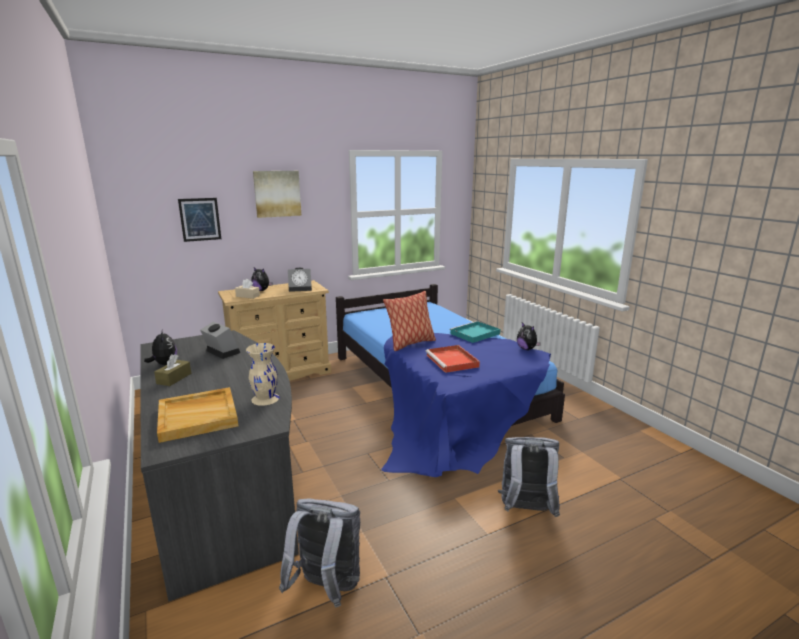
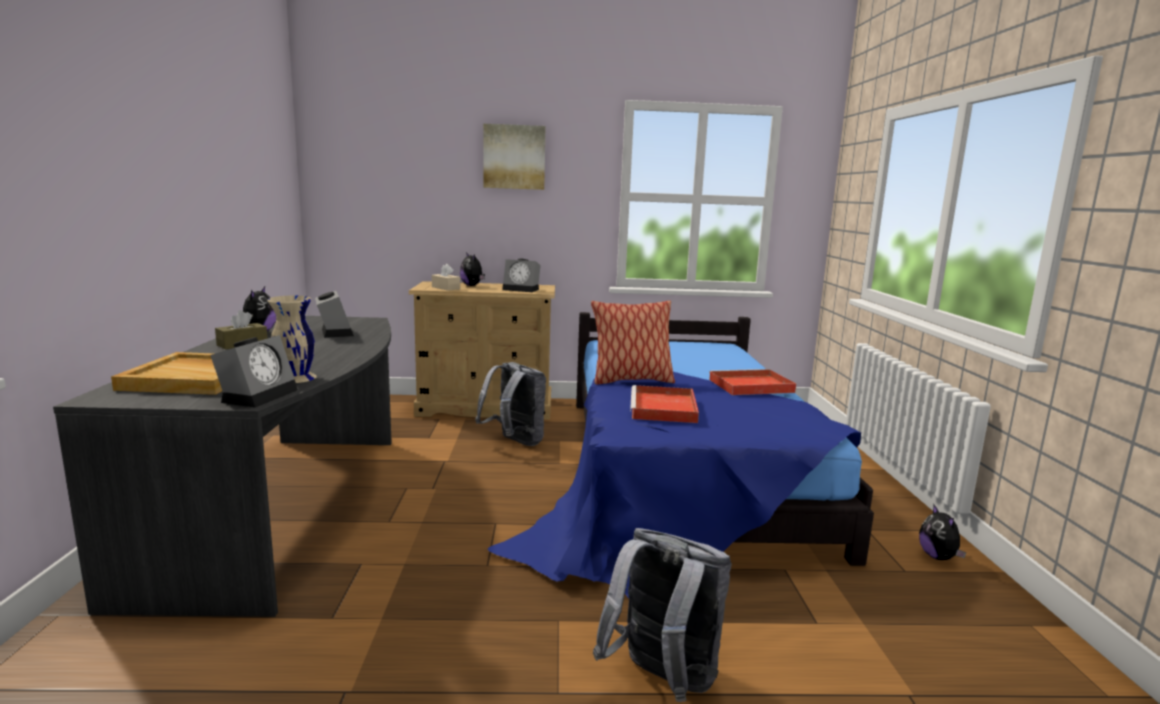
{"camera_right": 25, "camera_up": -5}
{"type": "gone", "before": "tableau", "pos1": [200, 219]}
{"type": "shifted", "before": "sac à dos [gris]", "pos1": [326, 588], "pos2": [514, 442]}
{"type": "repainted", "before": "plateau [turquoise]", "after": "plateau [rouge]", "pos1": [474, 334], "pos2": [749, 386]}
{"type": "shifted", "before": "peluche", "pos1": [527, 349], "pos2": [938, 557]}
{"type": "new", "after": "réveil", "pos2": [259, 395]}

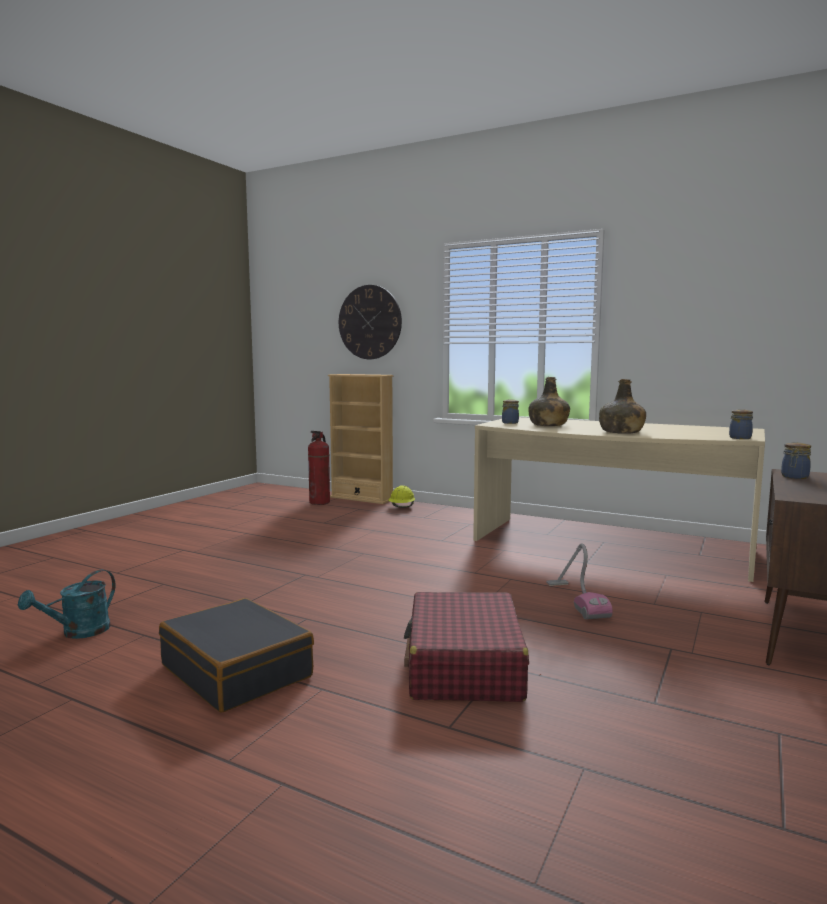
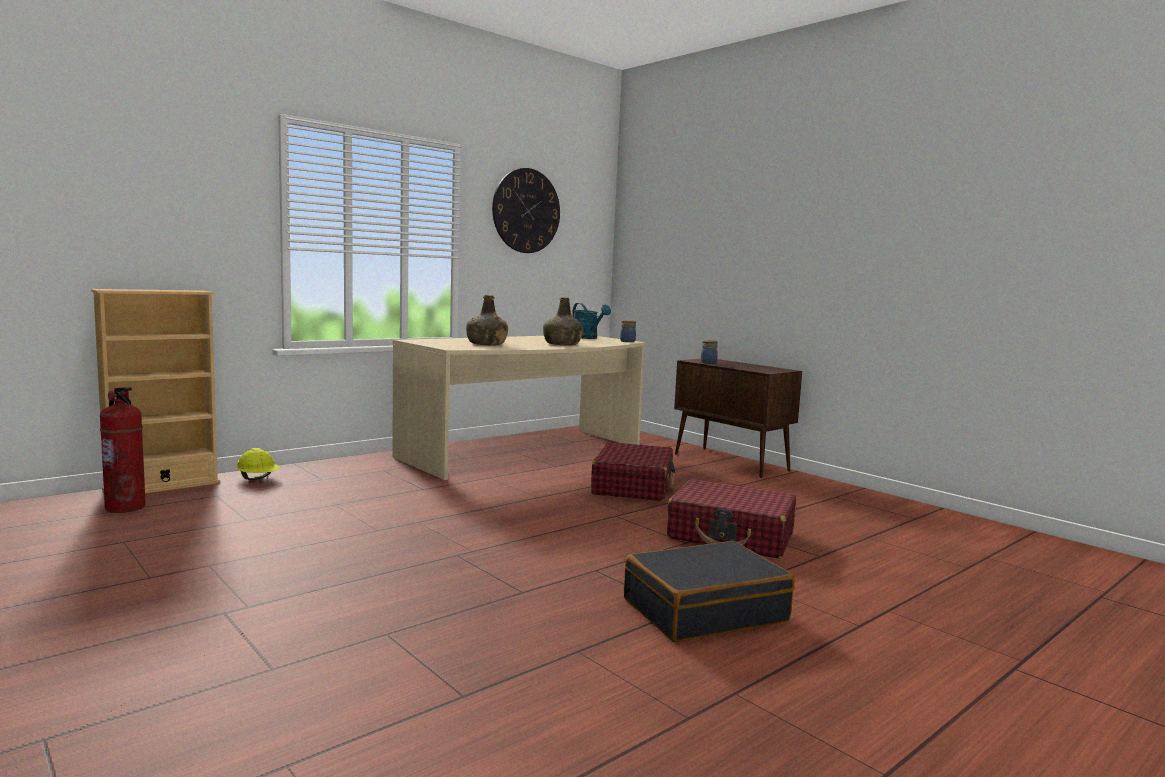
{"camera_right": -70, "camera_up": 0}
{"type": "shifted", "before": "arrosoir [turquoise]", "pos1": [78, 633], "pos2": [588, 338]}
{"type": "shifted", "before": "horloge murale", "pos1": [370, 322], "pos2": [526, 211]}
{"type": "gone", "before": "bocal", "pos1": [509, 423]}
{"type": "swapped", "before": "aspirateur", "after": "valise [rouge]", "pos1": [576, 600], "pos2": [633, 486]}

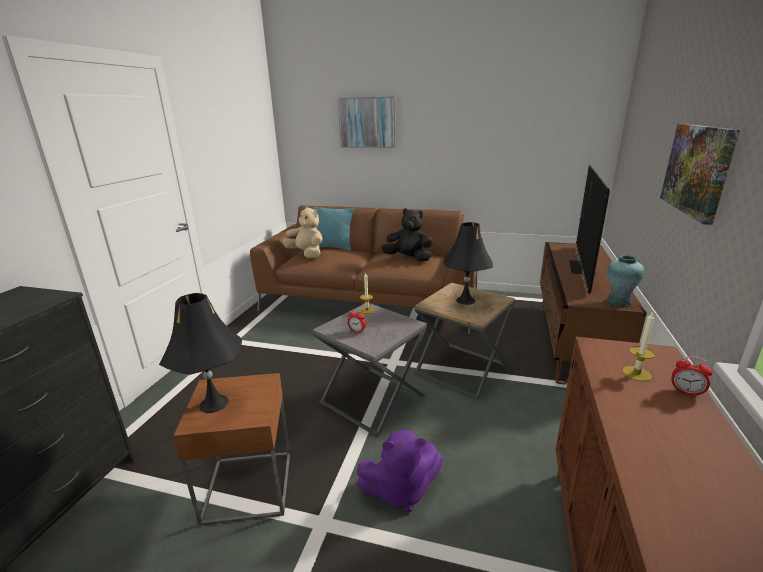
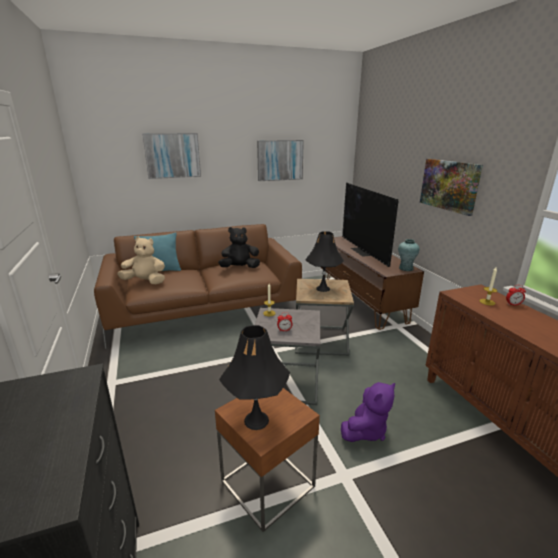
{"camera_right": -35, "camera_up": 0}
{"type": "new", "after": "tableau", "pos2": [280, 160]}

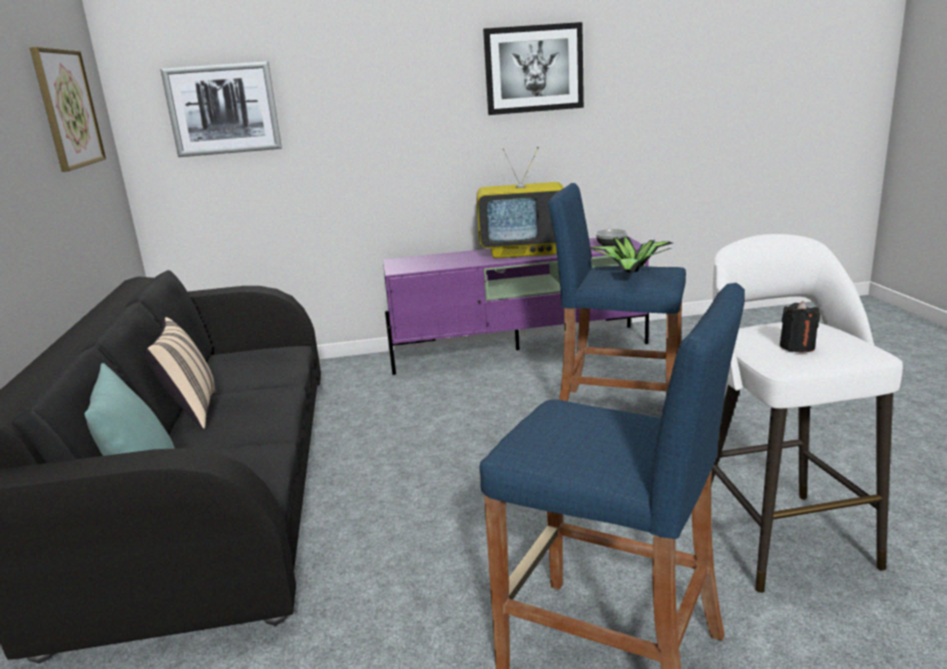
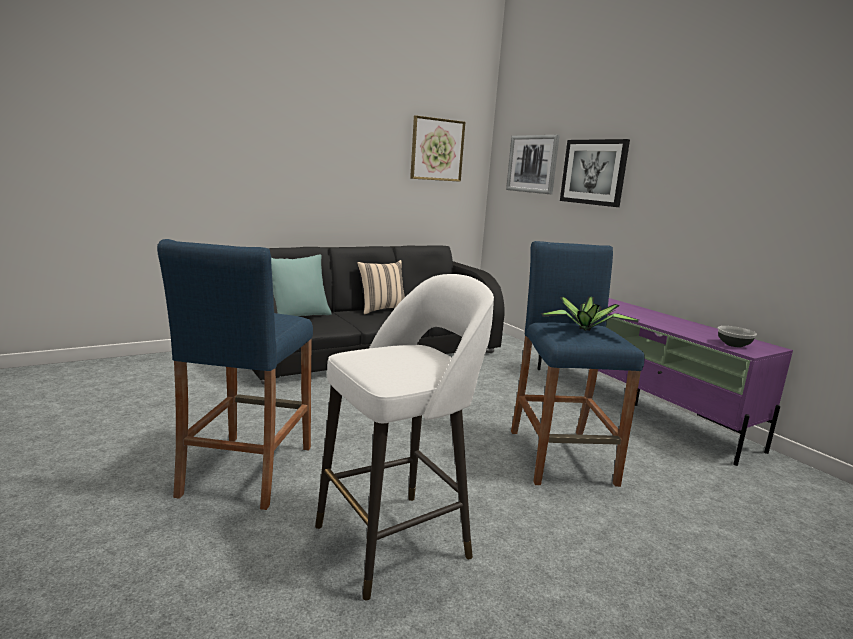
{"camera_right": 65, "camera_up": -5}
{"type": "gone", "before": "téléviseur", "pos1": [524, 251]}
{"type": "shifted", "before": "tableau", "pos1": [534, 69], "pos2": [593, 172]}
{"type": "gone", "before": "bougie [noir]", "pos1": [797, 347]}

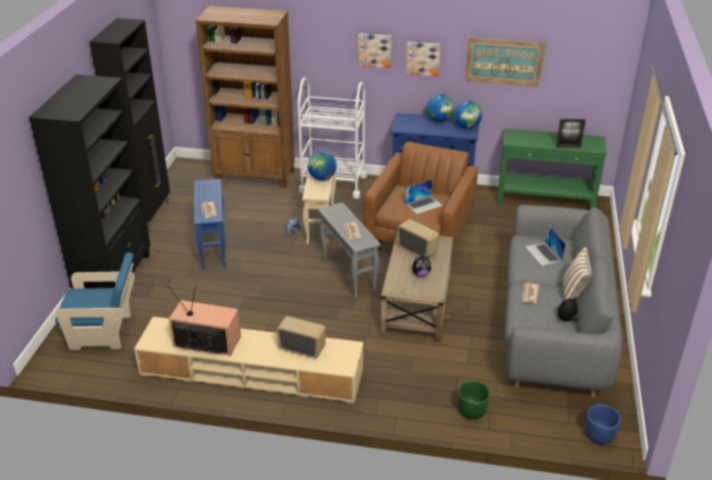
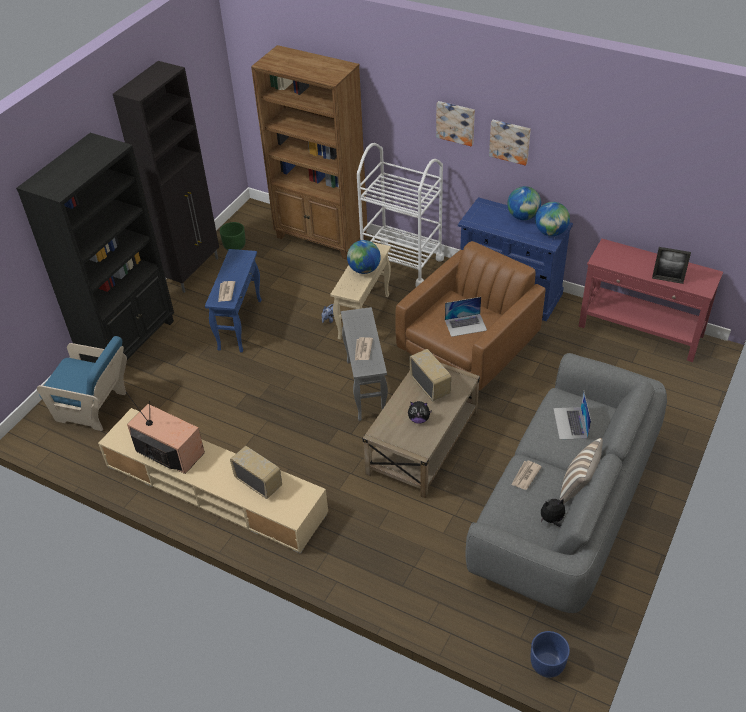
{"camera_right": 20, "camera_up": 10}
{"type": "shifted", "before": "cache-pot [vert]", "pos1": [471, 411], "pos2": [234, 246]}
{"type": "gone", "before": "tableau", "pos1": [504, 62]}
{"type": "repainted", "before": "table console [vert]", "after": "table console [rouge]", "pos1": [545, 200], "pos2": [641, 331]}

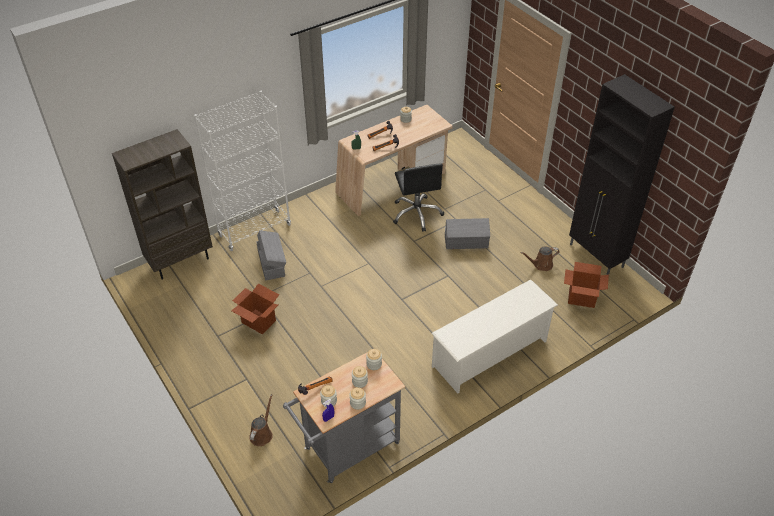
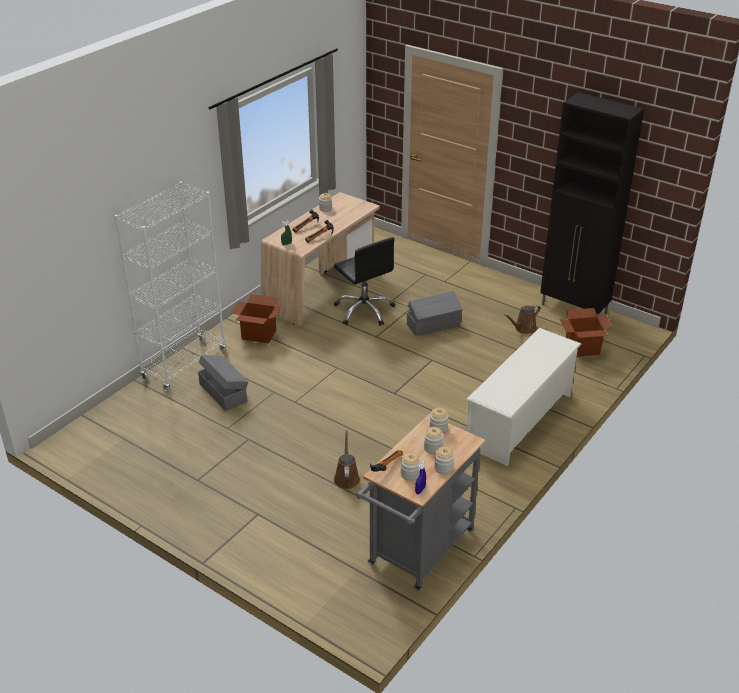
{"camera_right": -20, "camera_up": -10}
{"type": "gone", "before": "bibliothèque [marron]", "pos1": [180, 261]}
{"type": "shifted", "before": "carton", "pos1": [258, 321], "pos2": [258, 335]}
{"type": "shifted", "before": "arrosoir [marron]", "pos1": [262, 434], "pos2": [346, 477]}

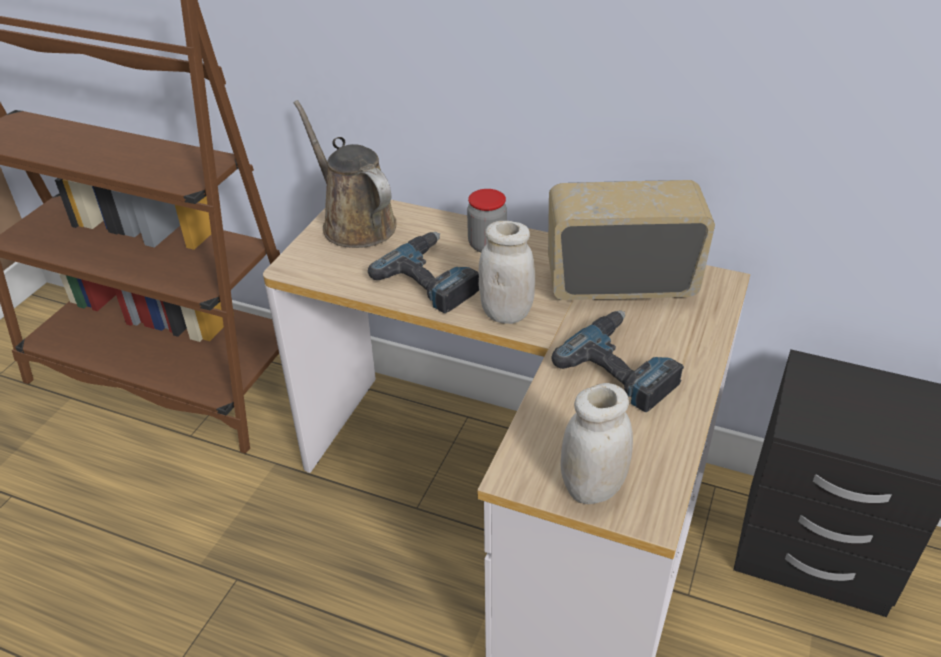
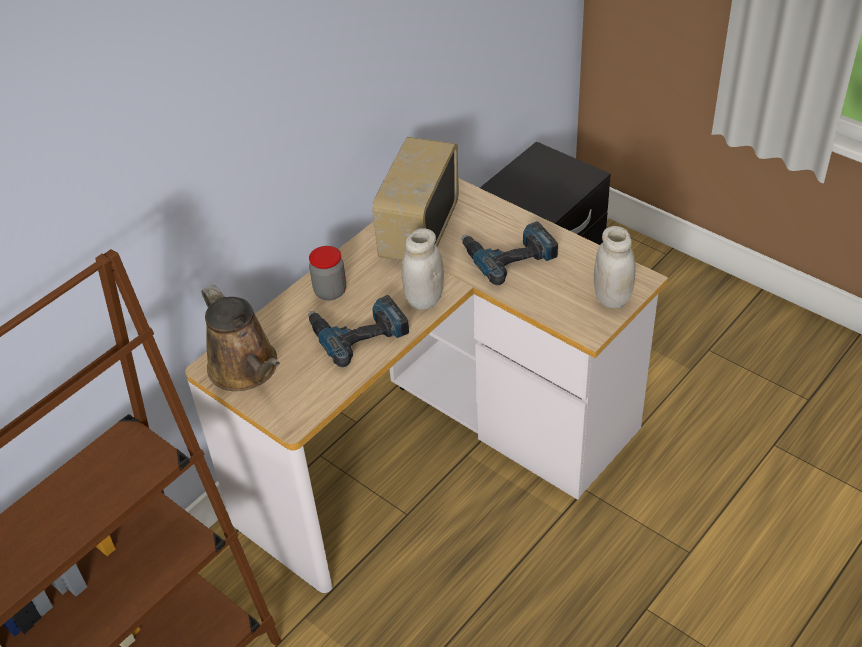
{"camera_right": -70, "camera_up": 5}
{"type": "rotated", "before": "arrosoir [marron]", "pos1": [354, 223], "pos2": [246, 369], "turn": -105}

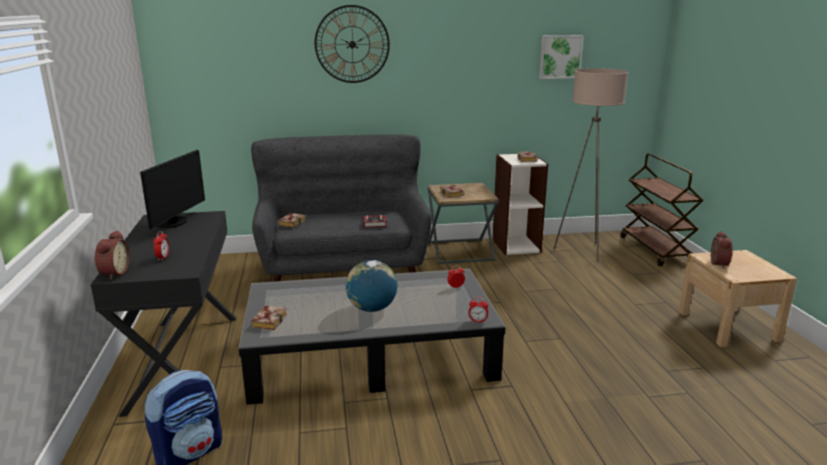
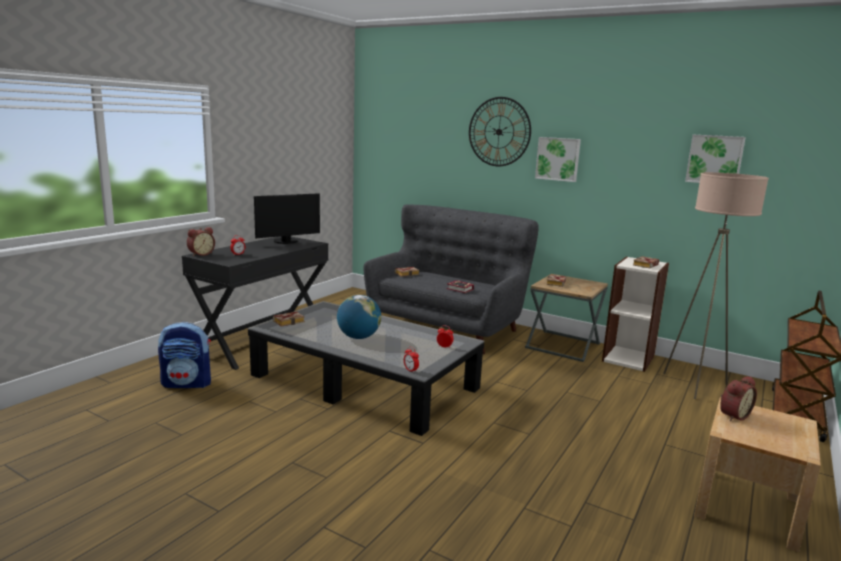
{"camera_right": 40, "camera_up": -5}
{"type": "new", "after": "tableau", "pos2": [558, 159]}

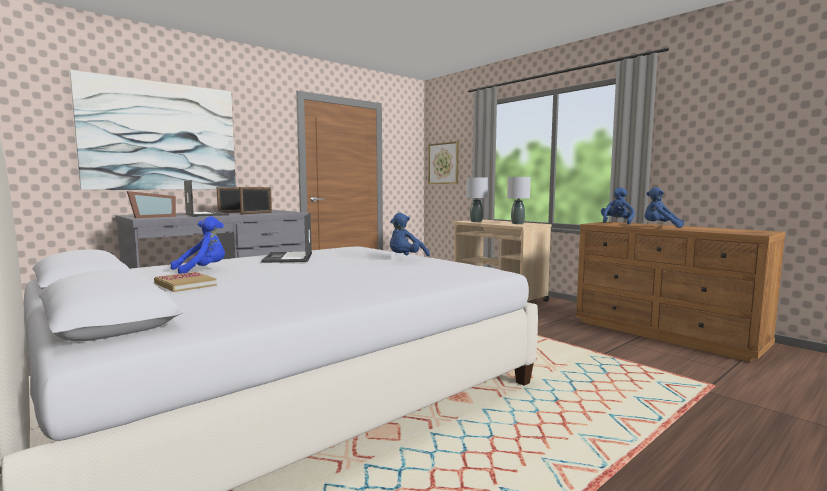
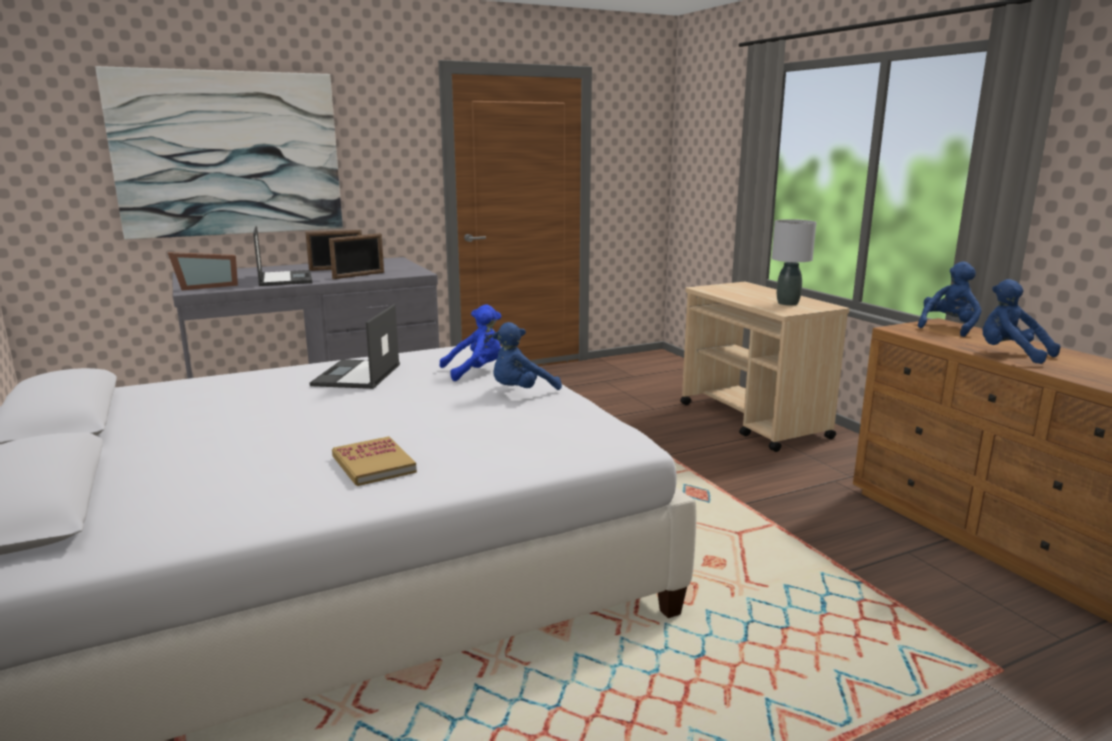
{"camera_right": 15, "camera_up": 10}
{"type": "shifted", "before": "livre", "pos1": [185, 284], "pos2": [373, 464]}
{"type": "shifted", "before": "peluche [bleu]", "pos1": [203, 271], "pos2": [476, 371]}
{"type": "gone", "before": "tableau", "pos1": [443, 163]}
{"type": "gone", "before": "lampe de table [gris]", "pos1": [476, 221]}

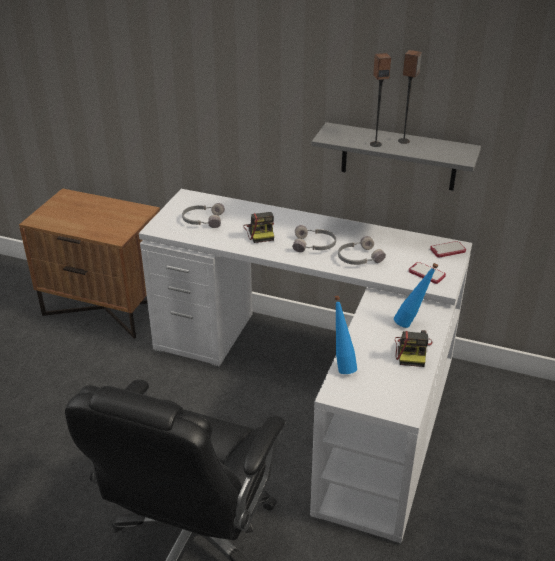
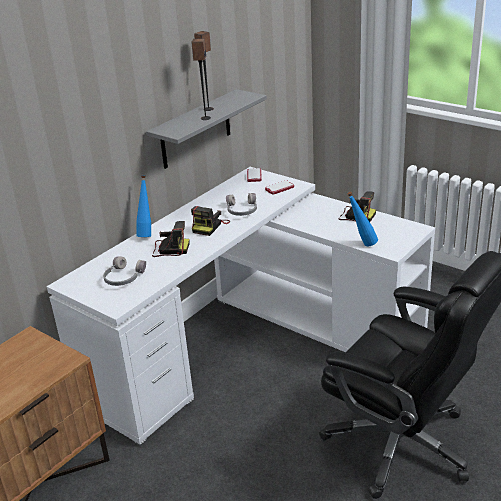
{"camera_right": -70, "camera_up": -5}
{"type": "swapped", "before": "casque audio [gris]", "after": "appareil photo", "pos1": [314, 245], "pos2": [210, 226]}
{"type": "shifted", "before": "bouteille [bleu]", "pos1": [411, 323], "pos2": [147, 234]}

